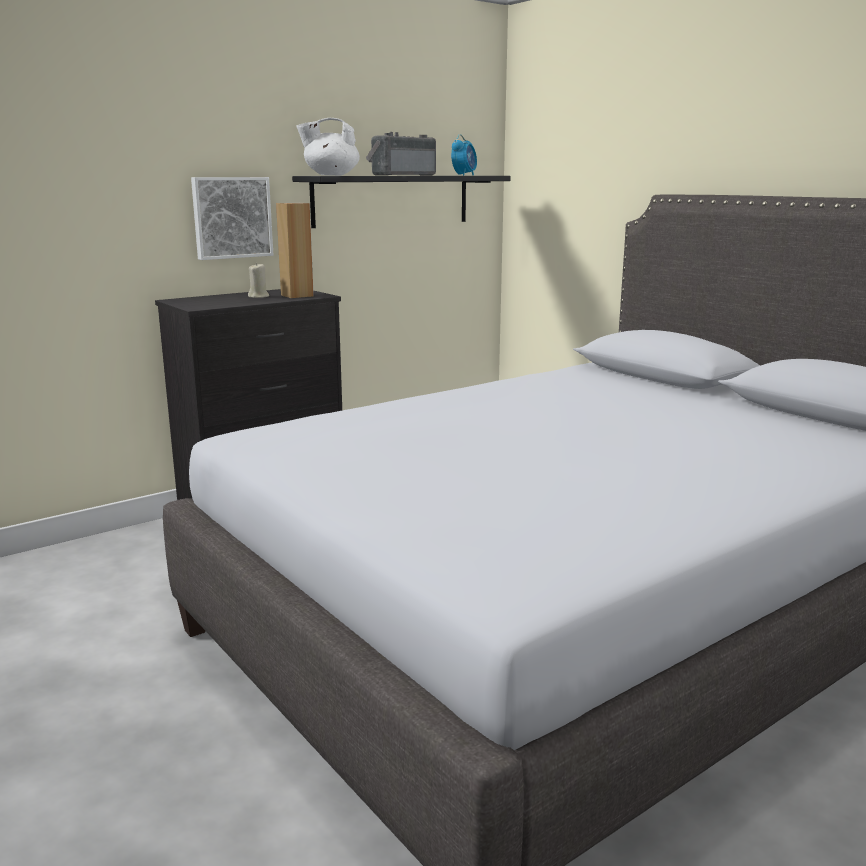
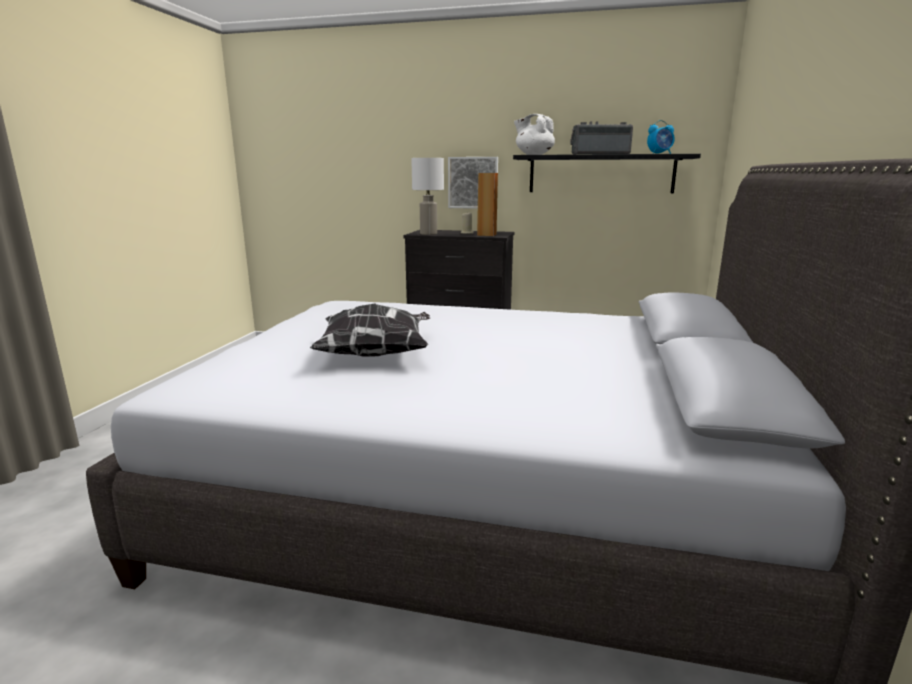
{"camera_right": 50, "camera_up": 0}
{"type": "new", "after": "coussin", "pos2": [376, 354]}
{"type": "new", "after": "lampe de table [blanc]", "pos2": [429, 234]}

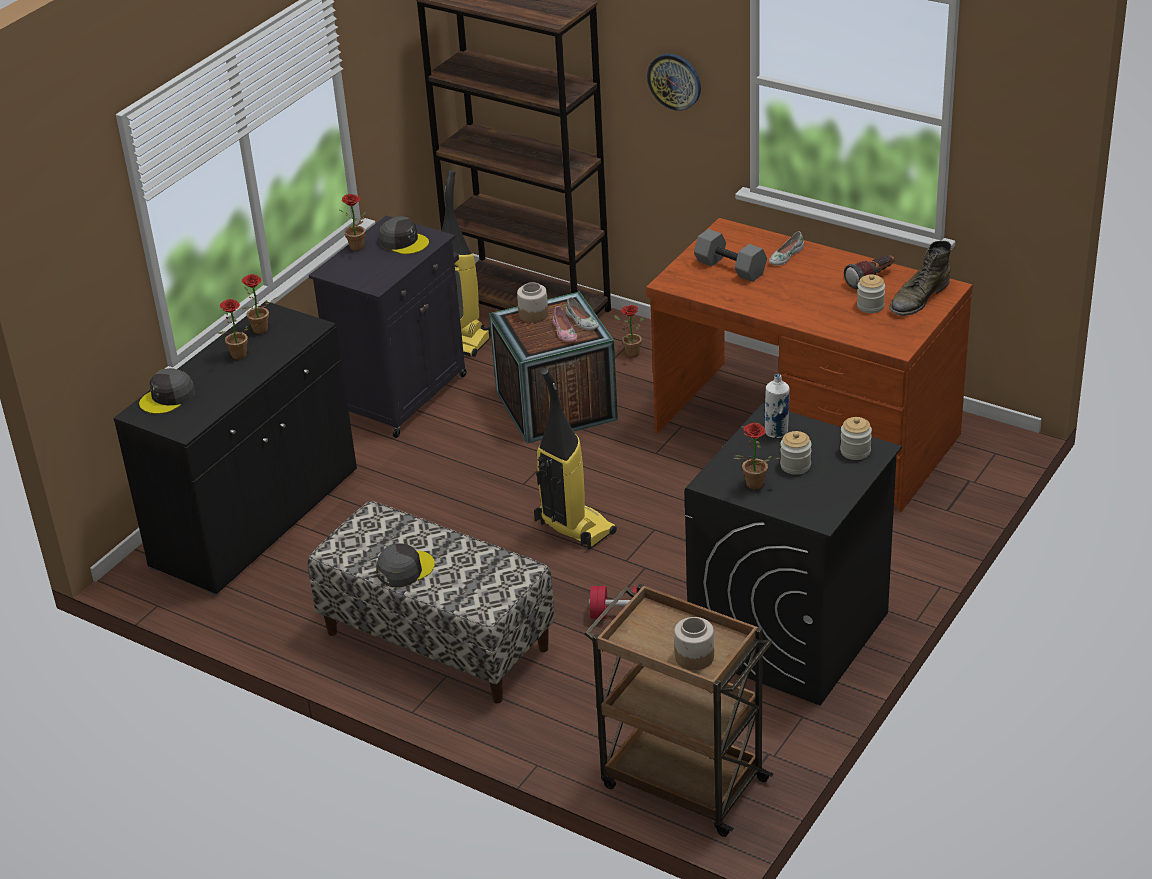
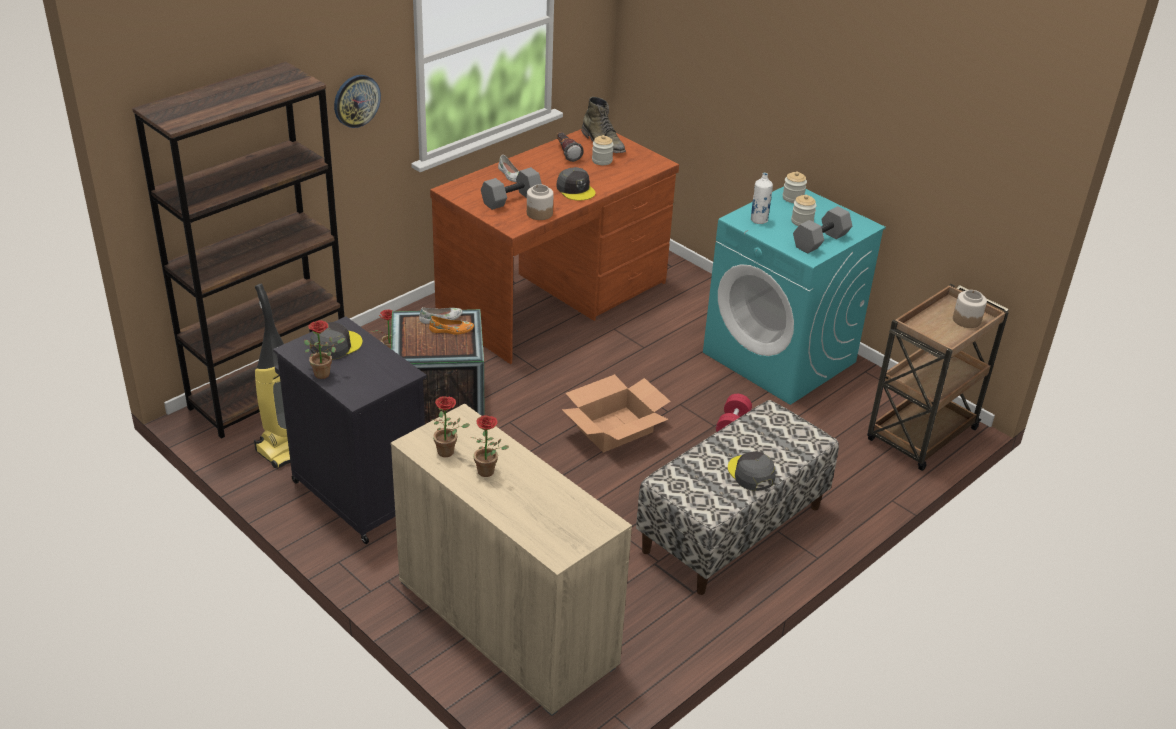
{"camera_right": -80, "camera_up": 0}
{"type": "repainted", "before": "meuble de rangement [noir]", "after": "meuble de rangement [beige]", "pos1": [256, 519], "pos2": [507, 623]}
{"type": "shifted", "before": "casquette [gris]", "pos1": [168, 398], "pos2": [576, 189]}
{"type": "shifted", "before": "bocal", "pos1": [533, 314], "pos2": [539, 213]}
{"type": "swapped", "before": "aspirateur", "after": "carton", "pos1": [573, 528], "pos2": [614, 429]}
{"type": "repainted", "before": "chaussure [rose]", "after": "chaussure [orange]", "pos1": [564, 332], "pos2": [451, 330]}
{"type": "repainted", "before": "lave-linge [noir]", "after": "lave-linge [turquoise]", "pos1": [789, 635], "pos2": [780, 357]}
{"type": "swapped", "before": "plante en pot", "after": "haltère [gris]", "pos1": [753, 486], "pos2": [821, 241]}

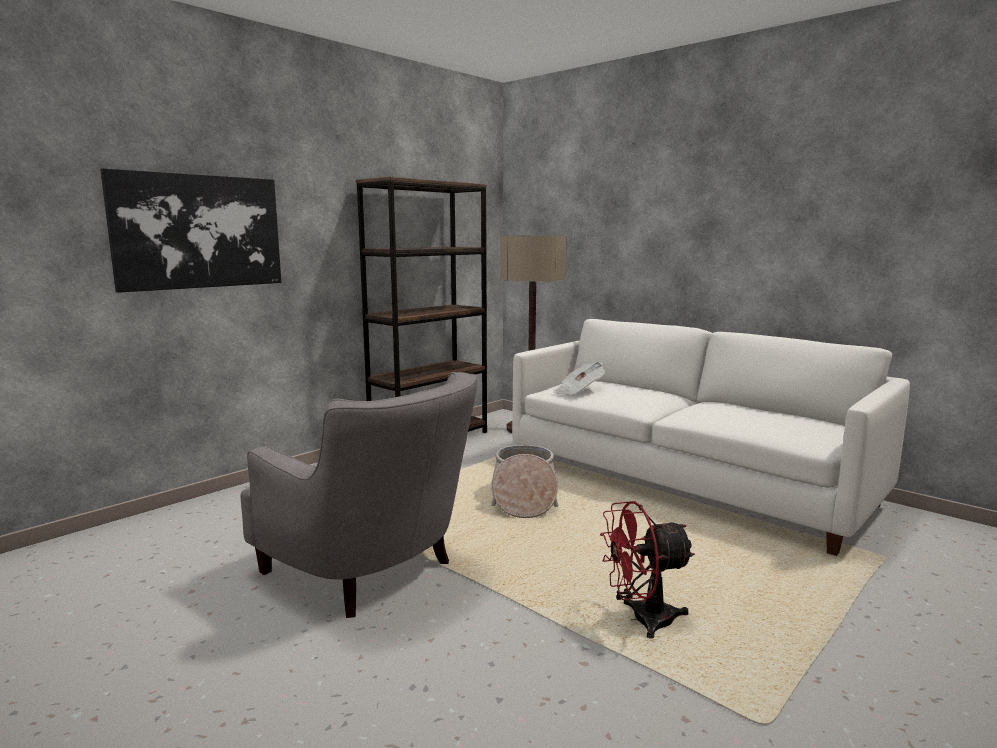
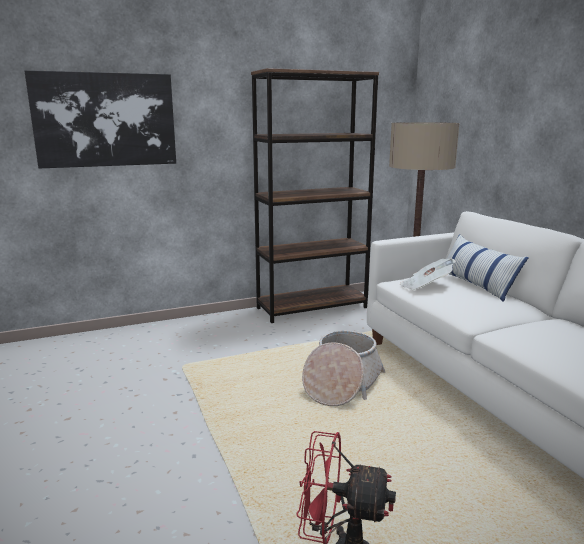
{"camera_right": 25, "camera_up": 5}
{"type": "gone", "before": "fauteuil [gris]", "pos1": [369, 571]}
{"type": "new", "after": "coussin", "pos2": [476, 285]}

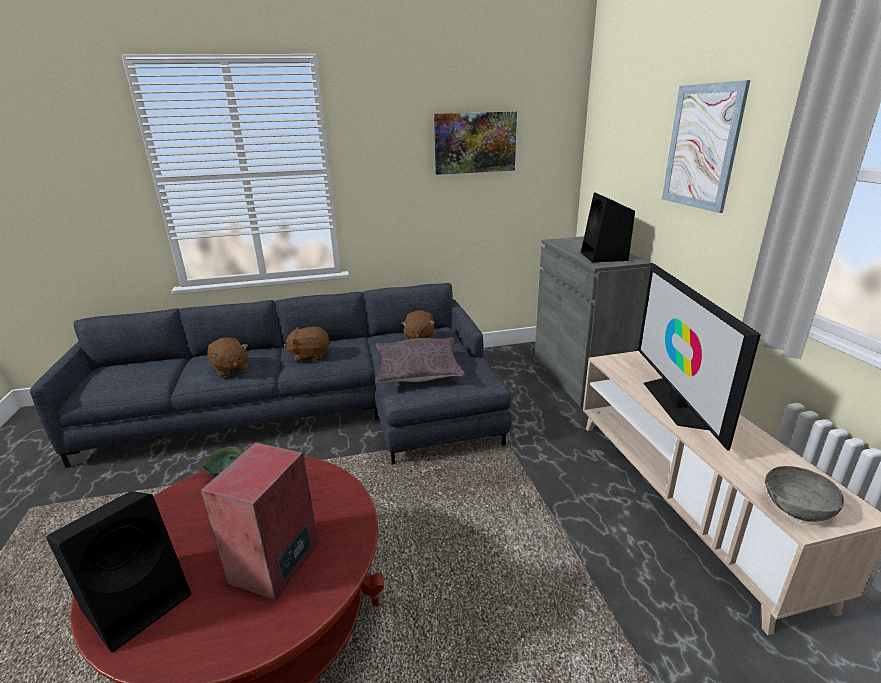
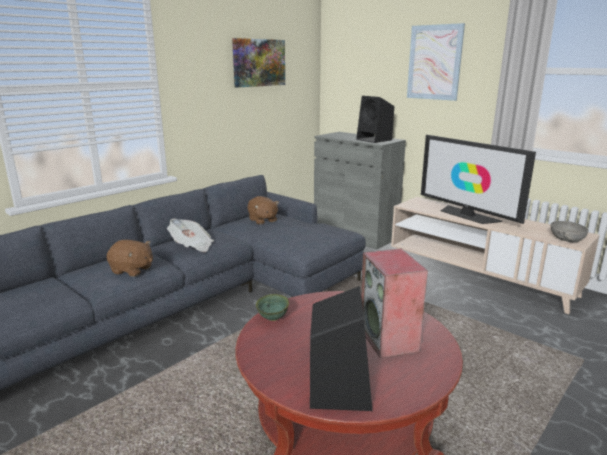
{"camera_right": -35, "camera_up": -5}
{"type": "swapped", "before": "peluche [marron]", "after": "journal", "pos1": [310, 355], "pos2": [192, 246]}
{"type": "gone", "before": "coussin [gris]", "pos1": [418, 370]}

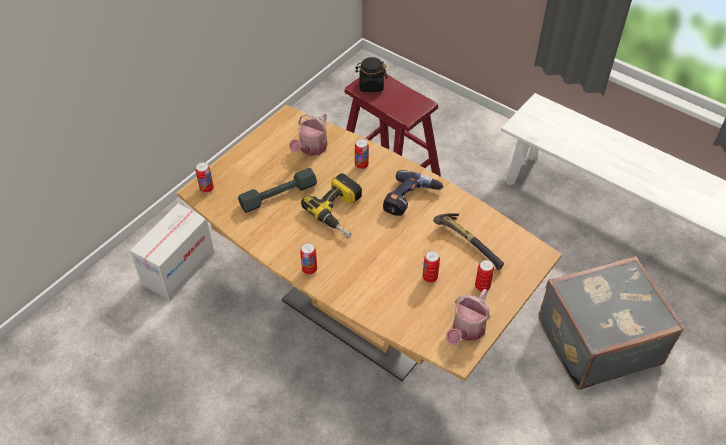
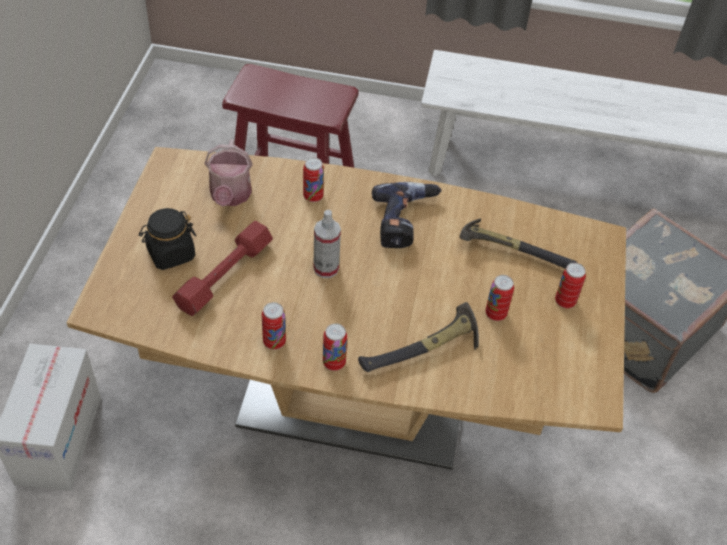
{"camera_right": -30, "camera_up": 0}
{"type": "shifted", "before": "boîte métallique", "pos1": [206, 188], "pos2": [274, 342]}
{"type": "repainted", "before": "haltère [gris]", "after": "haltère [rouge]", "pos1": [278, 195], "pos2": [224, 275]}
{"type": "swapped", "before": "perceuse", "after": "vaporisateur", "pos1": [341, 212], "pos2": [326, 268]}
{"type": "shifted", "before": "bocal [noir]", "pos1": [371, 85], "pos2": [170, 254]}
{"type": "gone", "before": "arrosoir", "pos1": [466, 331]}
{"type": "new", "after": "marteau", "pos2": [425, 352]}

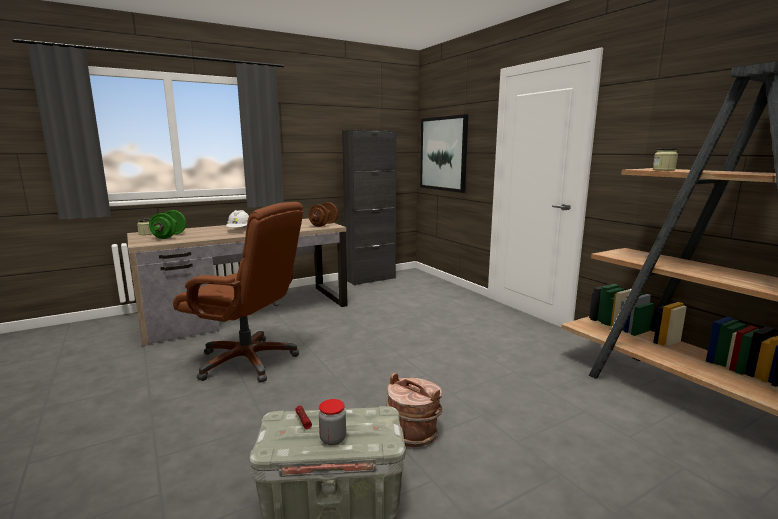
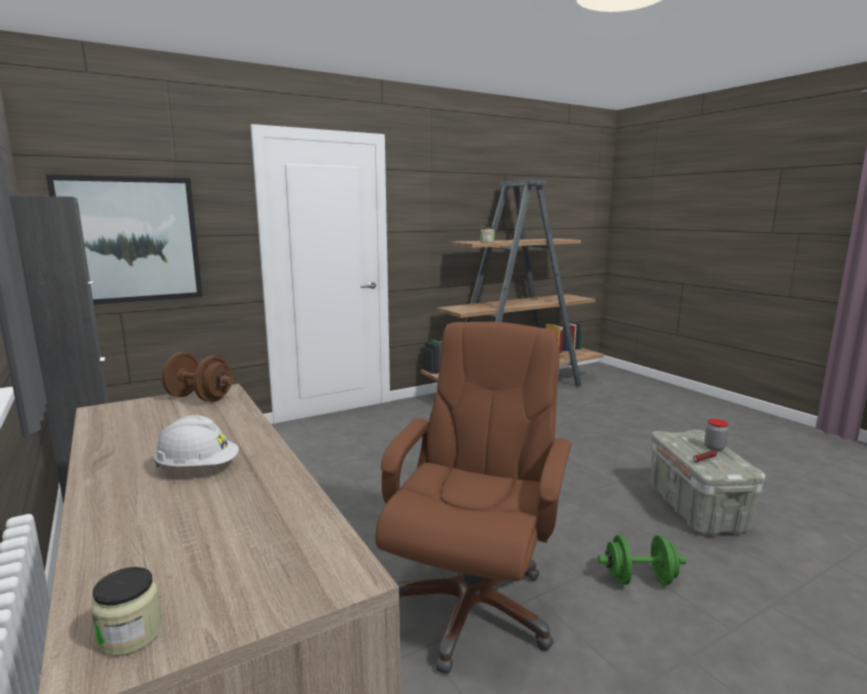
{"camera_right": -90, "camera_up": 0}
{"type": "shifted", "before": "haltère [vert]", "pos1": [169, 236], "pos2": [639, 579]}
{"type": "gone", "before": "seau [marron]", "pos1": [413, 433]}

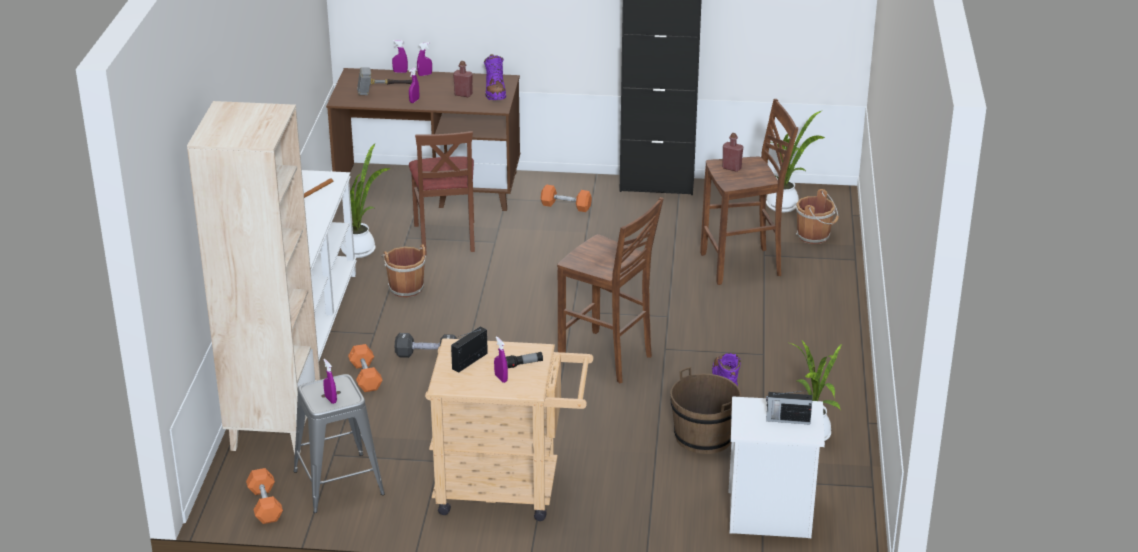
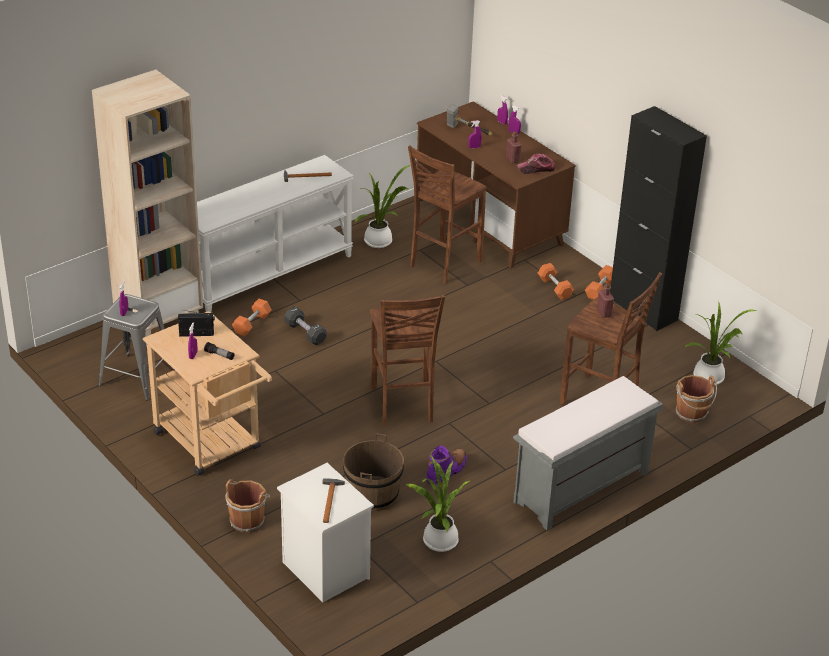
{"camera_right": 45, "camera_up": 5}
{"type": "shifted", "before": "haltère [orange]", "pos1": [265, 505], "pos2": [600, 289]}
{"type": "shifted", "before": "seau [marron]", "pos1": [405, 287], "pos2": [247, 519]}
{"type": "swapped", "before": "chaise [marron]", "after": "tabouret [marron]", "pos1": [446, 237], "pos2": [443, 263]}
{"type": "swapped", "before": "botte [violet]", "after": "casquette", "pos1": [495, 92], "pos2": [536, 168]}
{"type": "swapped", "before": "radio", "after": "marteau", "pos1": [787, 419], "pos2": [330, 500]}
{"type": "new", "after": "banc [gris]", "pos2": [580, 488]}

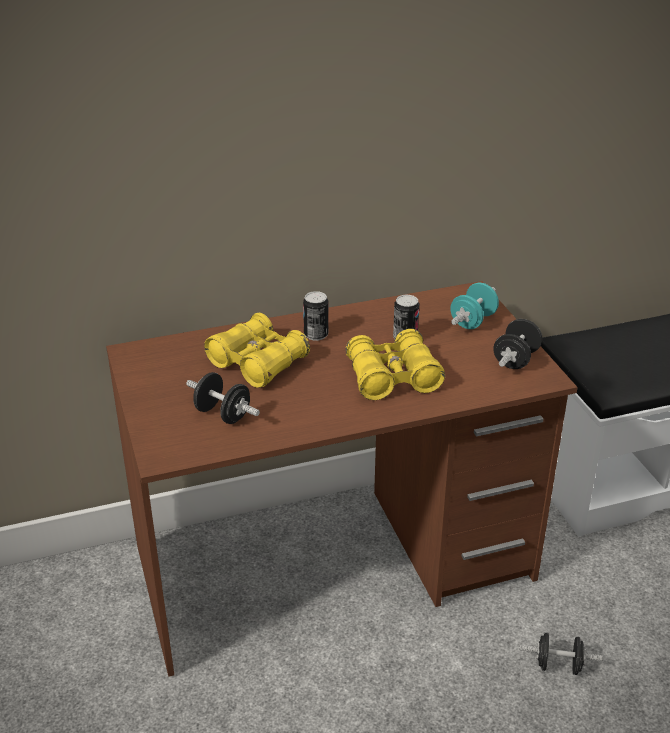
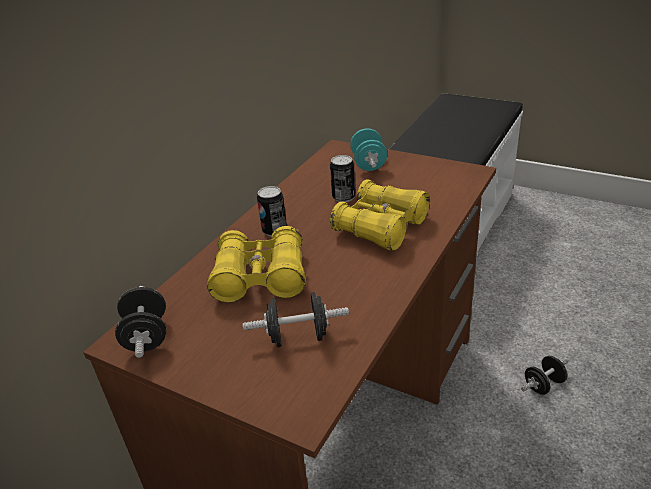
{"camera_right": -40, "camera_up": 0}
{"type": "shifted", "before": "haltère [noir]", "pos1": [516, 359], "pos2": [147, 336]}

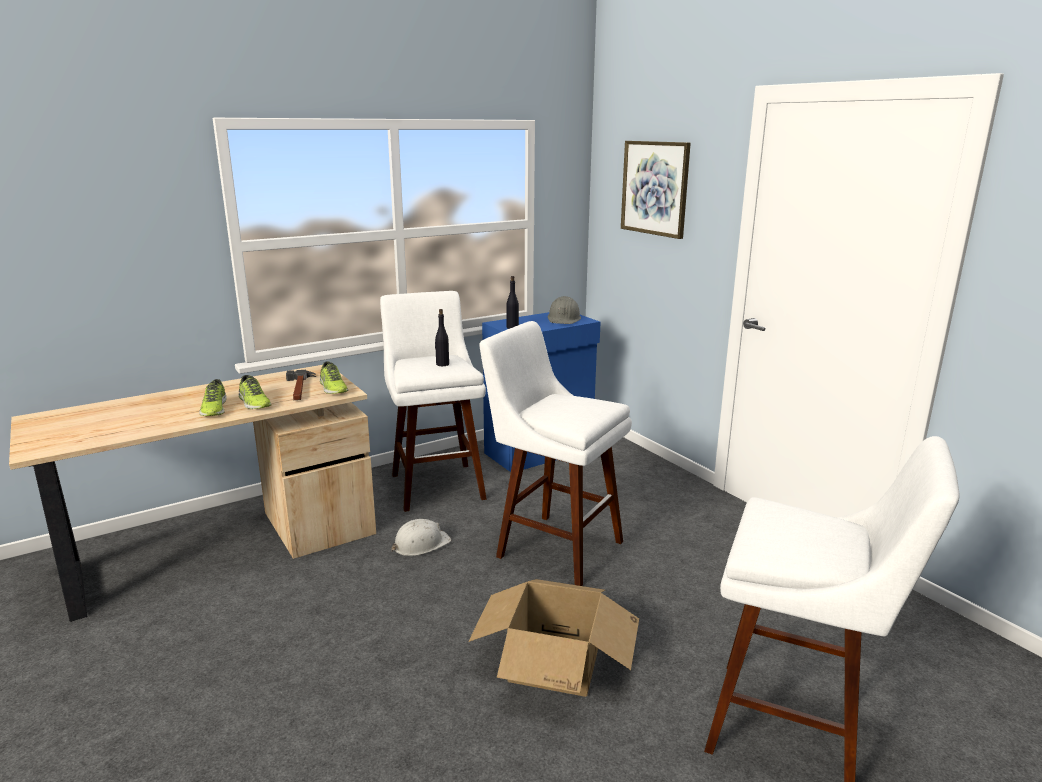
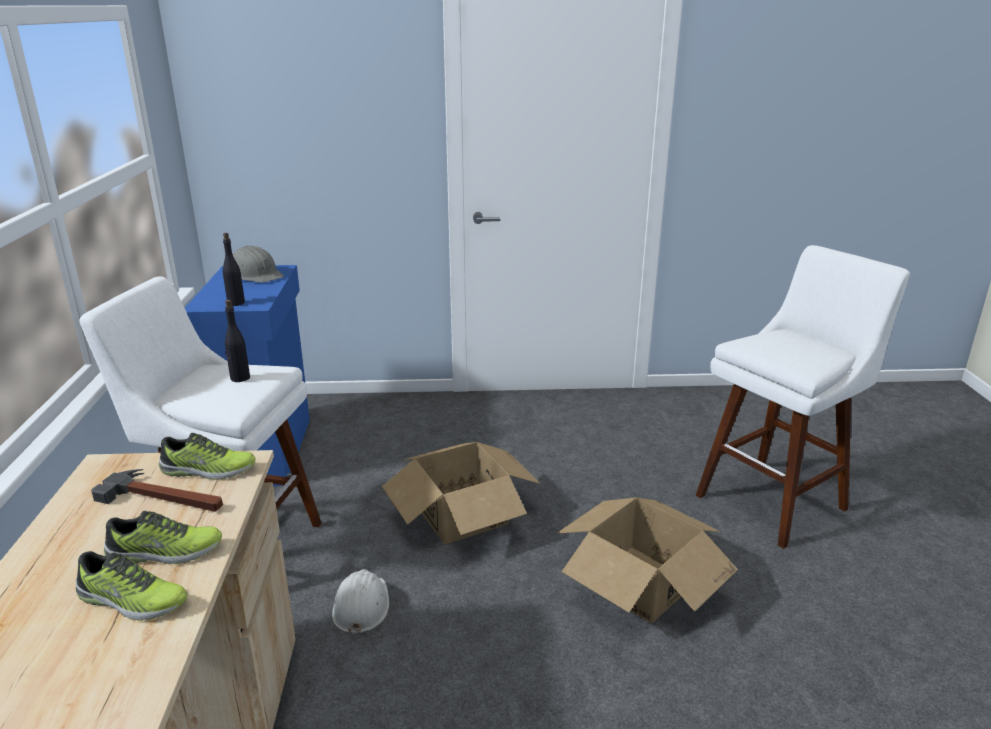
{"camera_right": -60, "camera_up": 5}
{"type": "swapped", "before": "tabouret [blanc]", "after": "carton", "pos1": [553, 546], "pos2": [461, 514]}
{"type": "gone", "before": "tableau", "pos1": [655, 188]}

